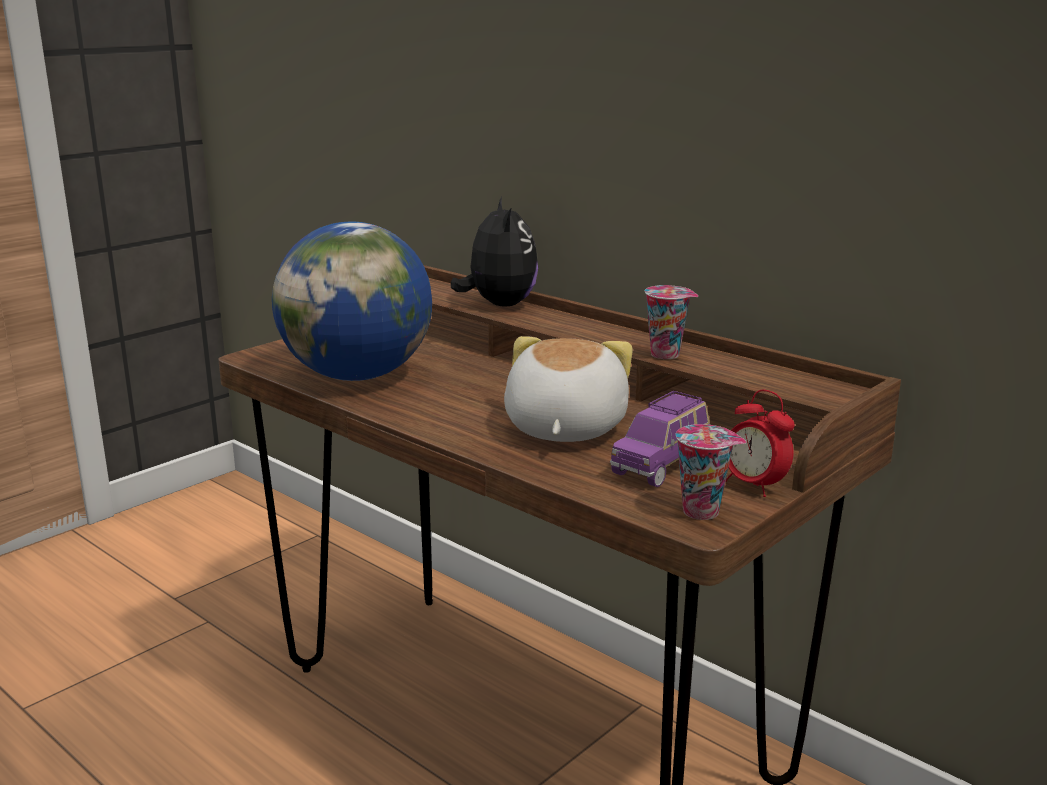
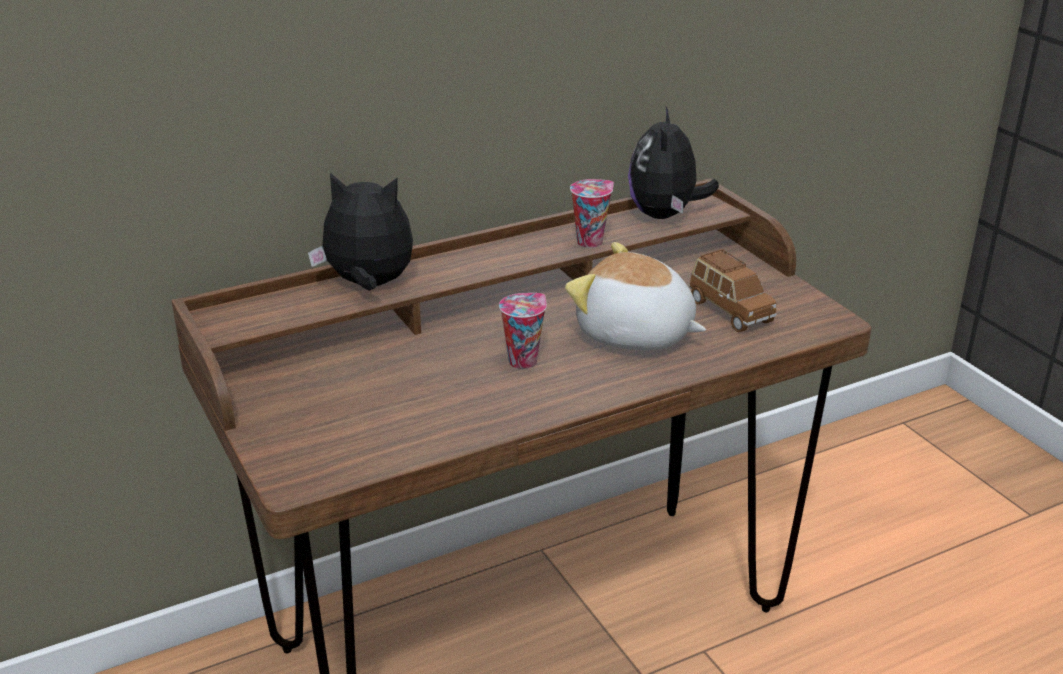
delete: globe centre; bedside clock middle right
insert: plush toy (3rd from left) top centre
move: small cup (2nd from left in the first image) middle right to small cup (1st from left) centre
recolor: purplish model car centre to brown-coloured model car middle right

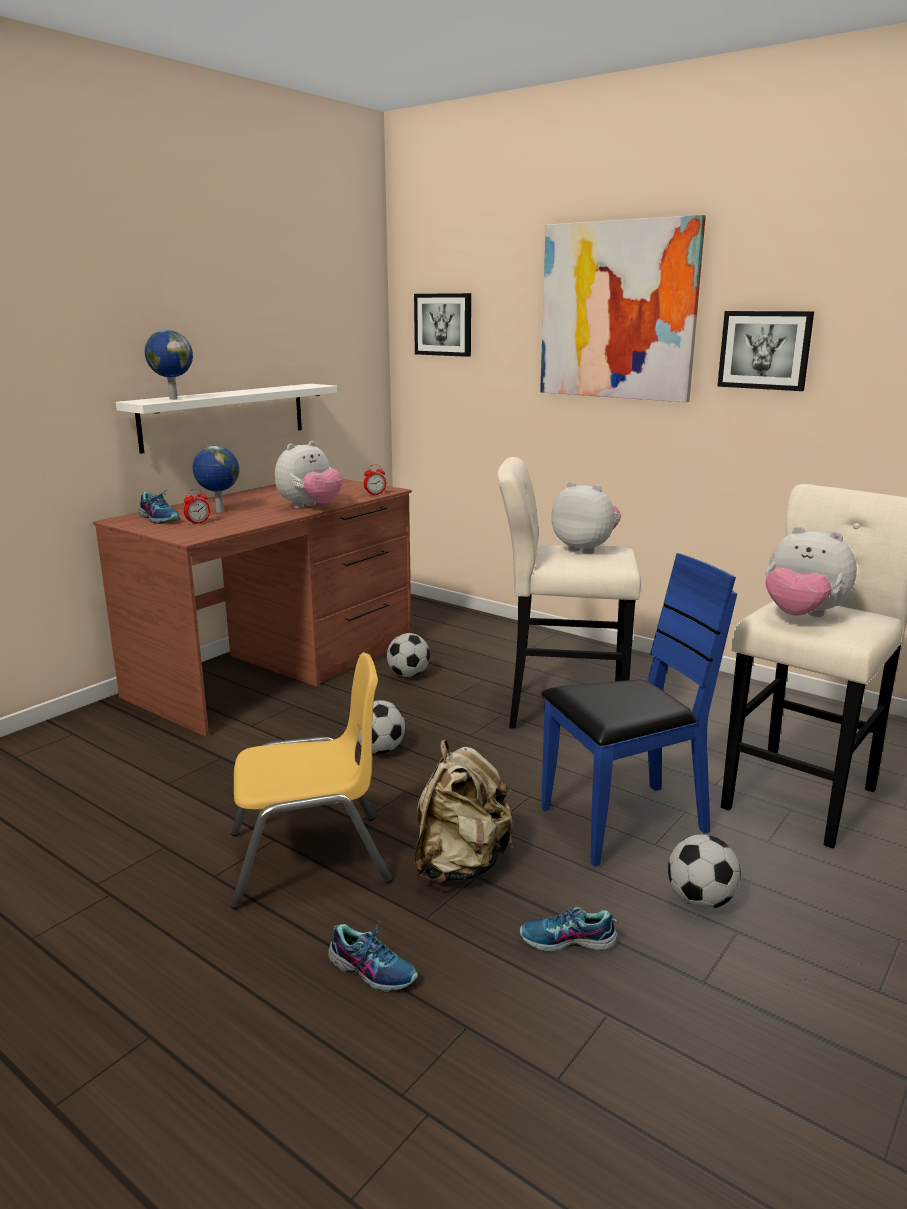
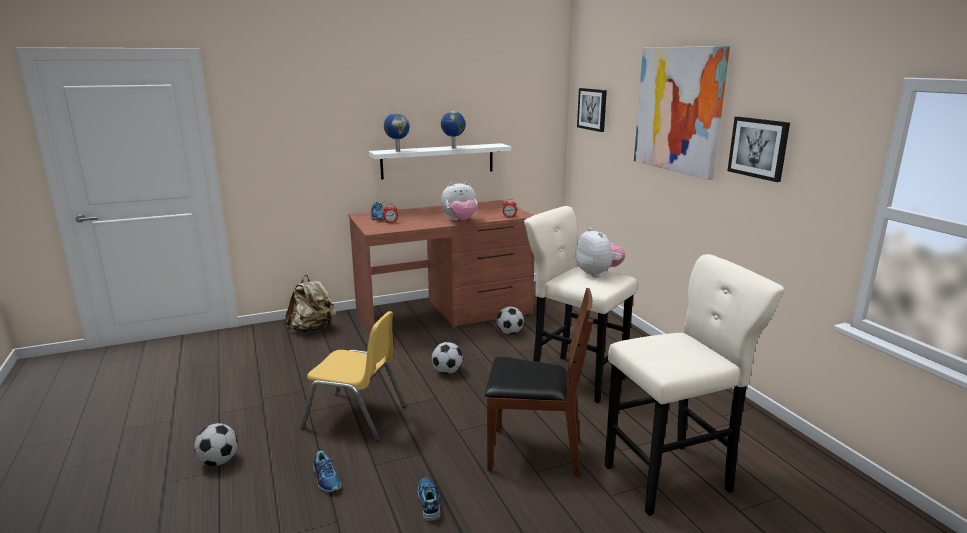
delete: plush toy (3rd from left) middle right
move: globe (2nd from left) middle left to top centre; beige rucksack bottom centre to middle left; ball for football (3rd from left in the first image) bottom right to ball for football (1st from left) bottom left
recolor: bluish upright chair middle right to brown-coloured upright chair bottom centre
rotate: low shoe (3rd from left) bottom centre = bottom centre 45 degrees clockwise

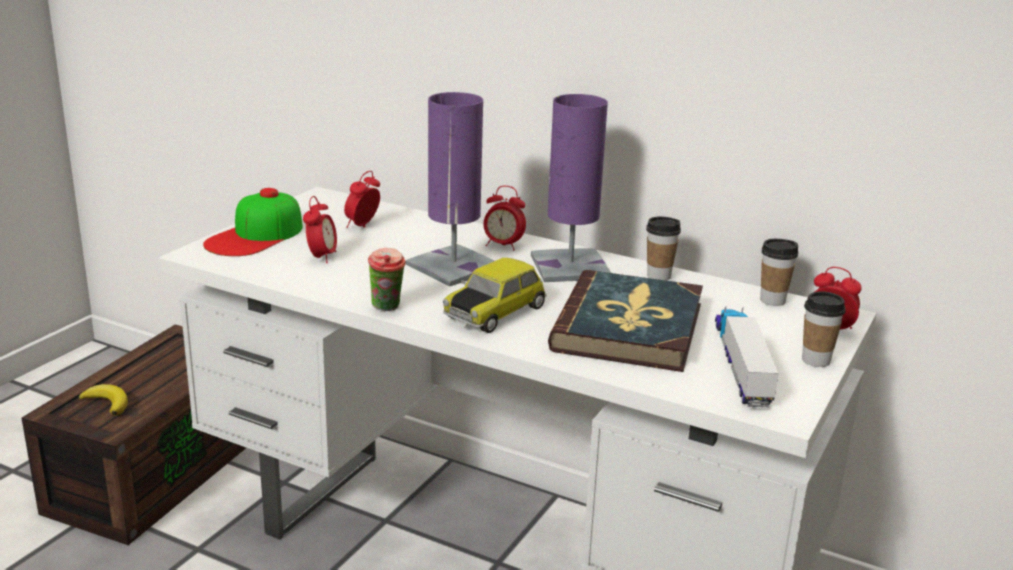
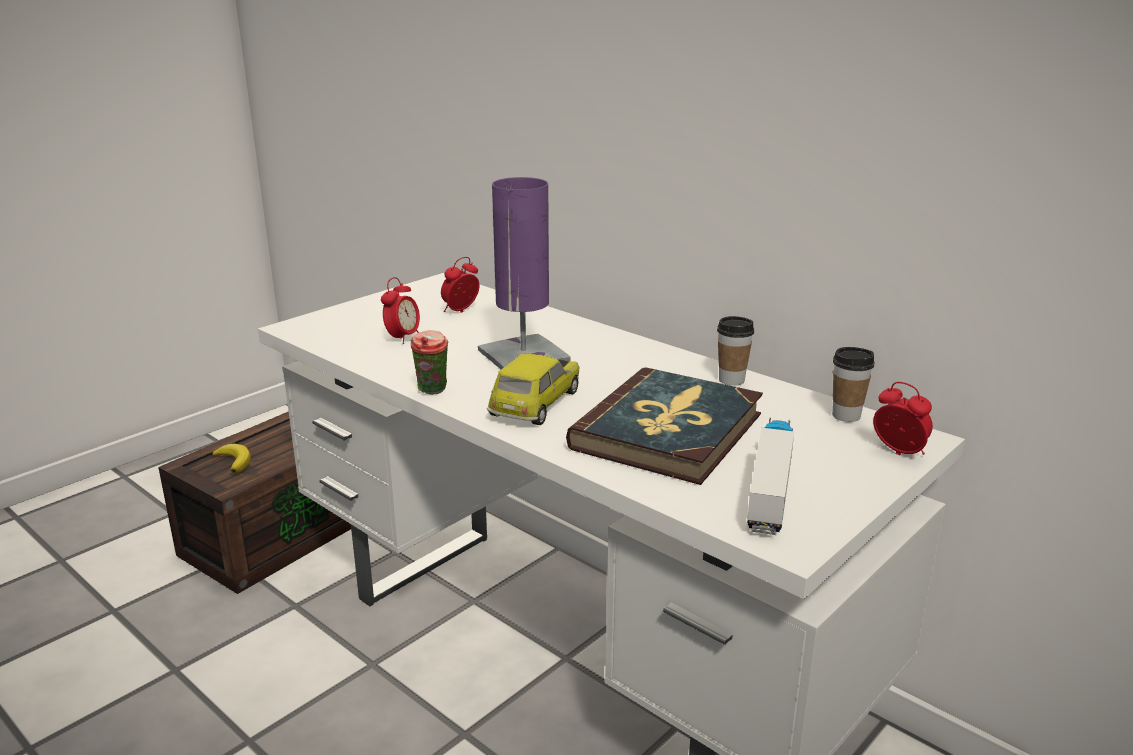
delete: peaked cap middle left; bedside clock (3rd from left) centre; purplish table lamp (2nd from left) top centre; small cup (4th from left) middle right
rotate: model car centre = centre 150 degrees clockwise

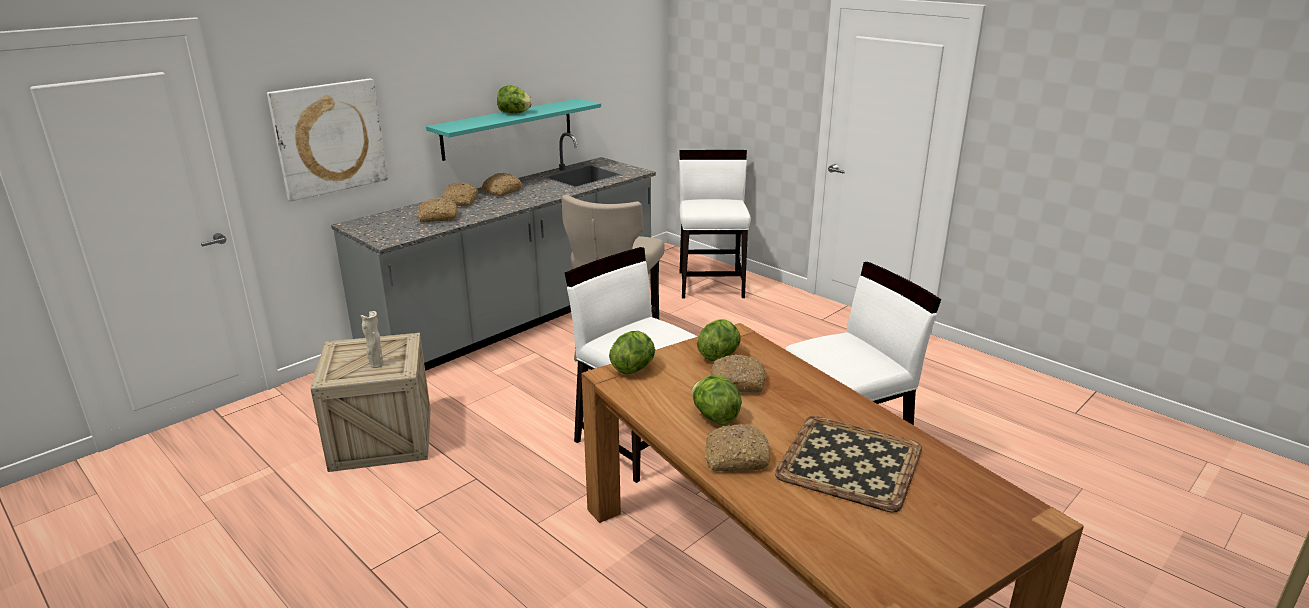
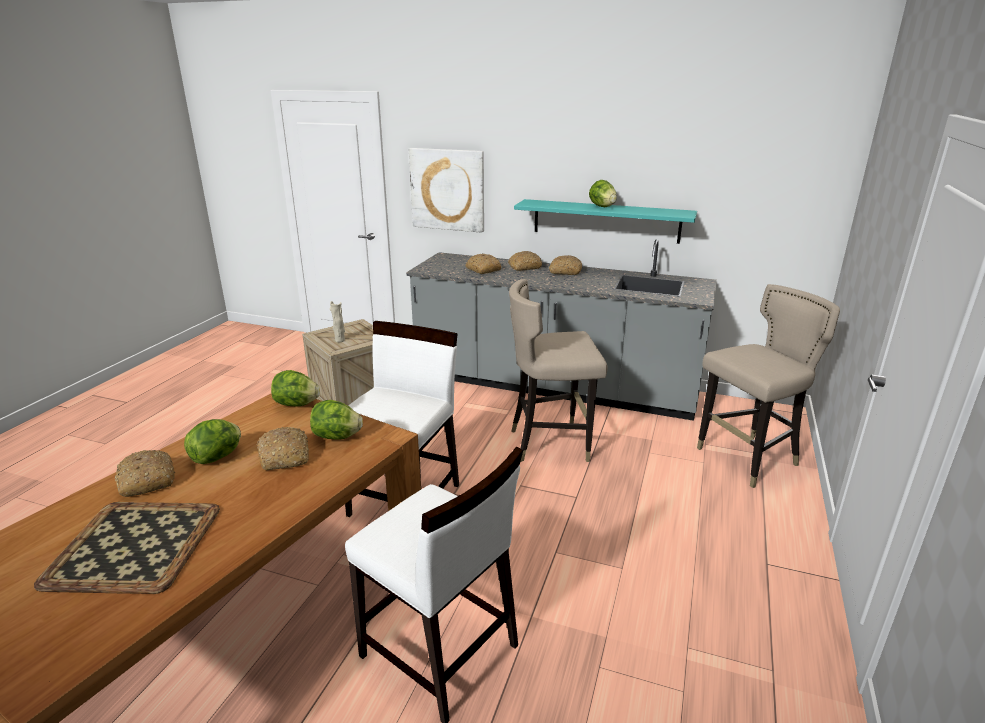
replace: white-coloured upright chair (2nd from left) centre to beige stool (2nd from left) middle right

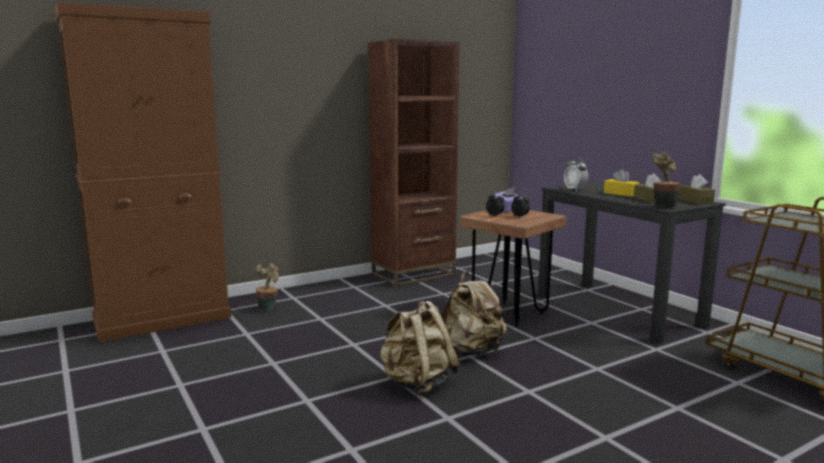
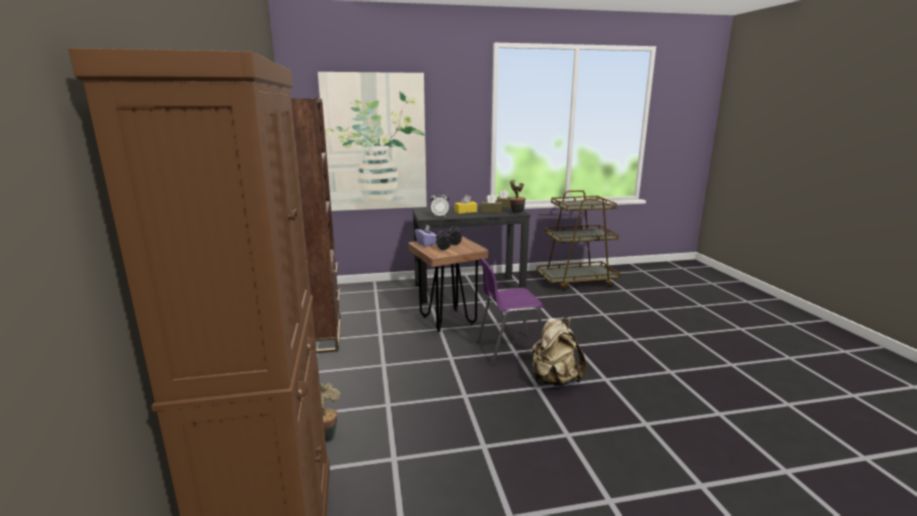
insert: wall art top centre
replace: beige rucksack (2nd from left) bottom centre to purplish upright chair centre

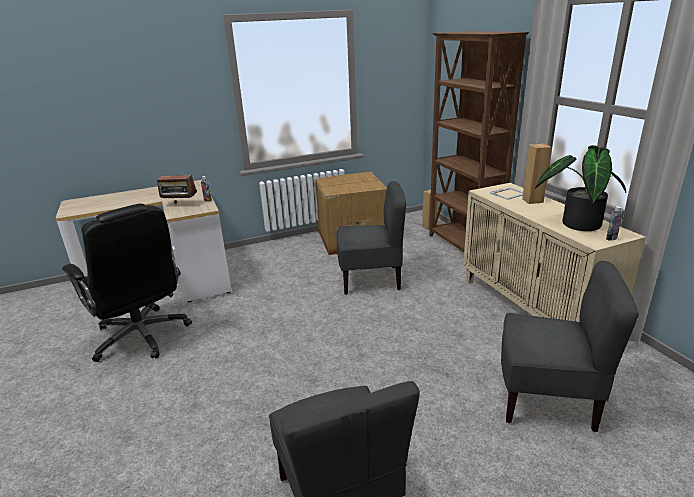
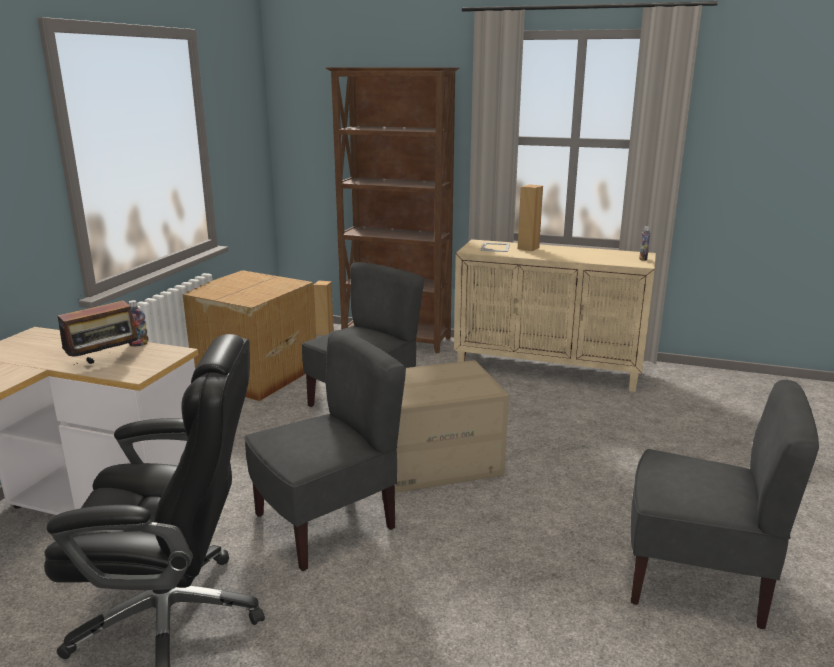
delete: houseplant middle right
insert: packing box (2nd from left) centre
move: gray upright chair (3rd from left in the first image) bottom right to gray upright chair (1st from left) bottom centre

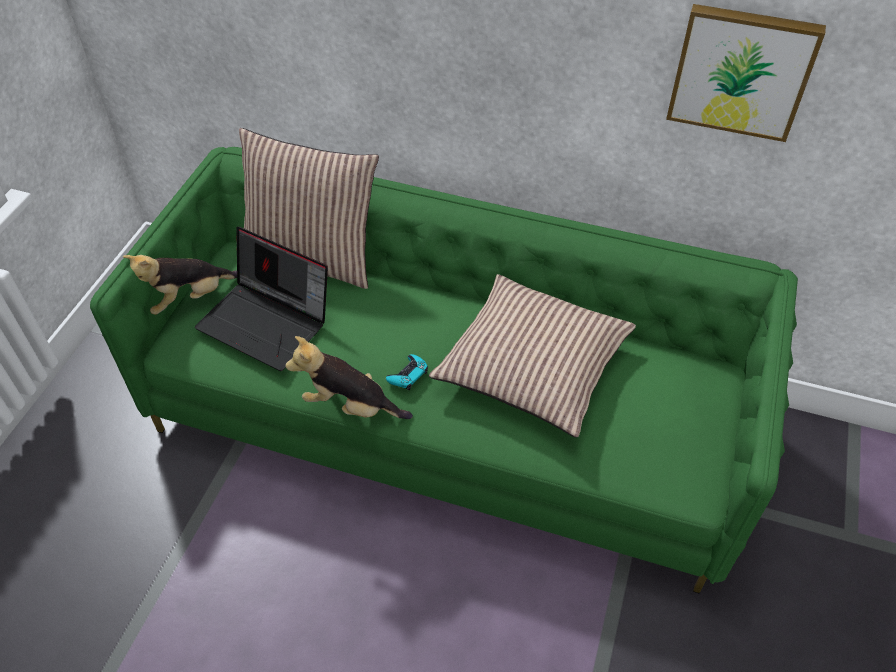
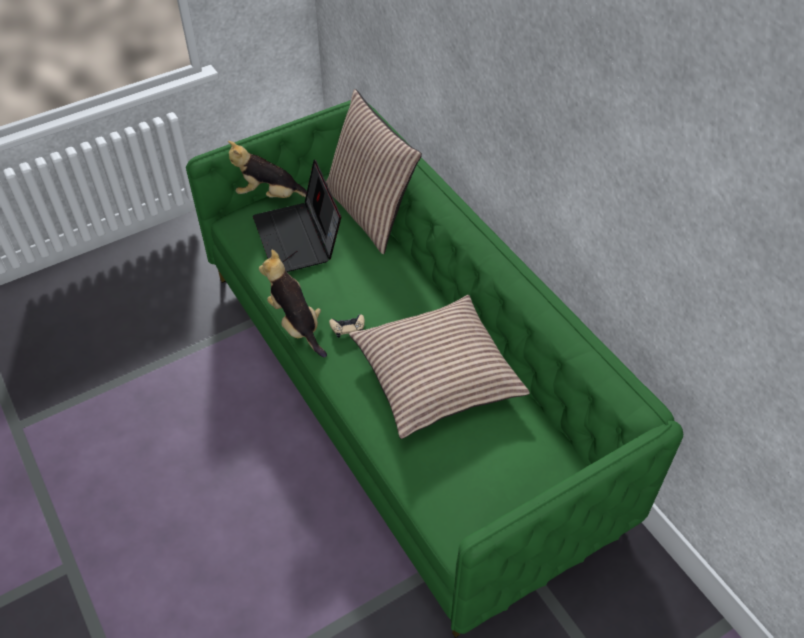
delete: wall art top right
recolor: blue-green gamepad centre to beige gamepad centre

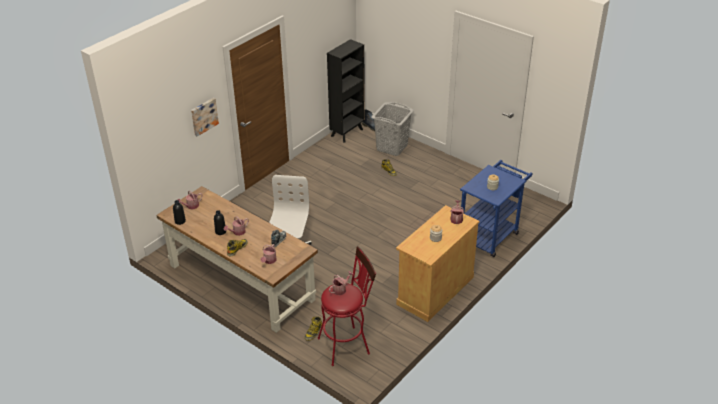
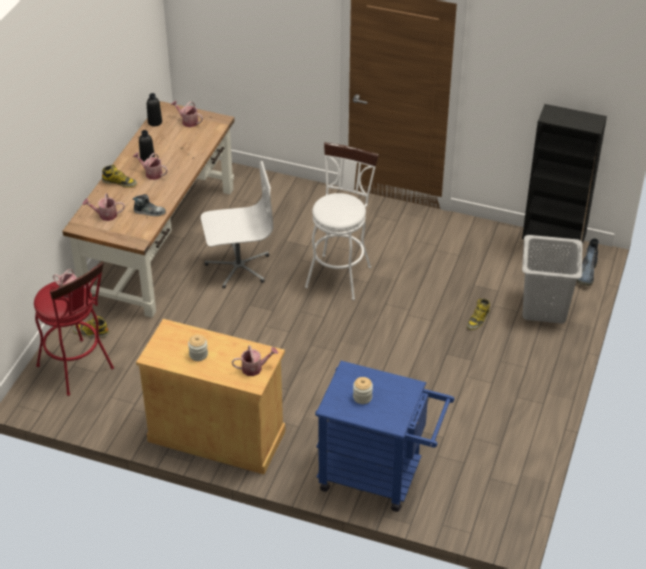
delete: wall art top left
insert: white-coloured stool centre

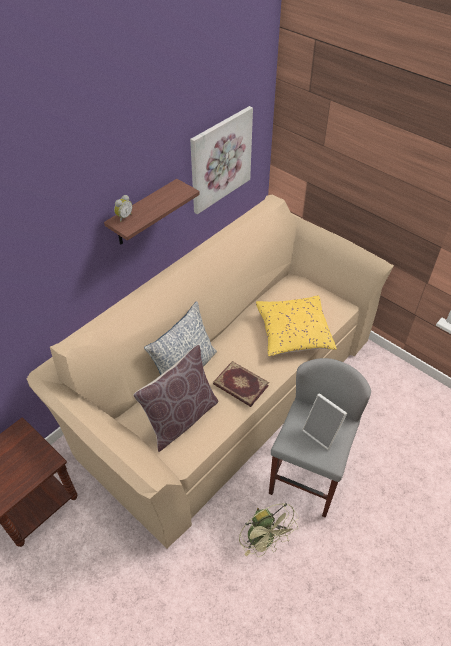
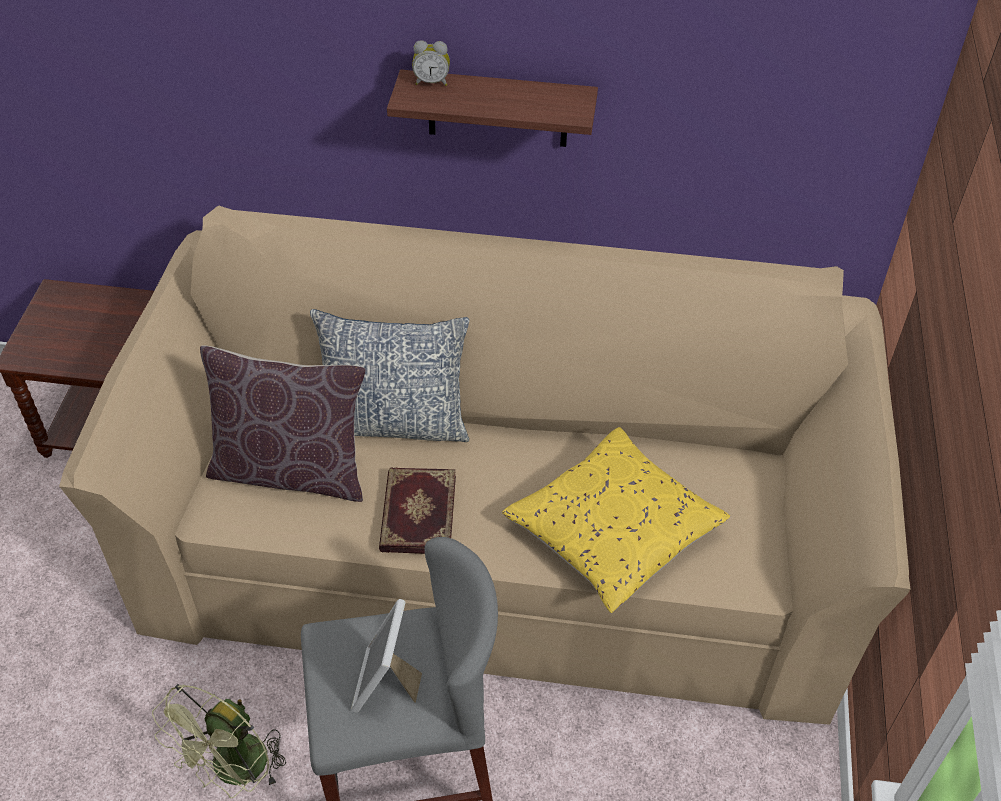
delete: wall art top centre

